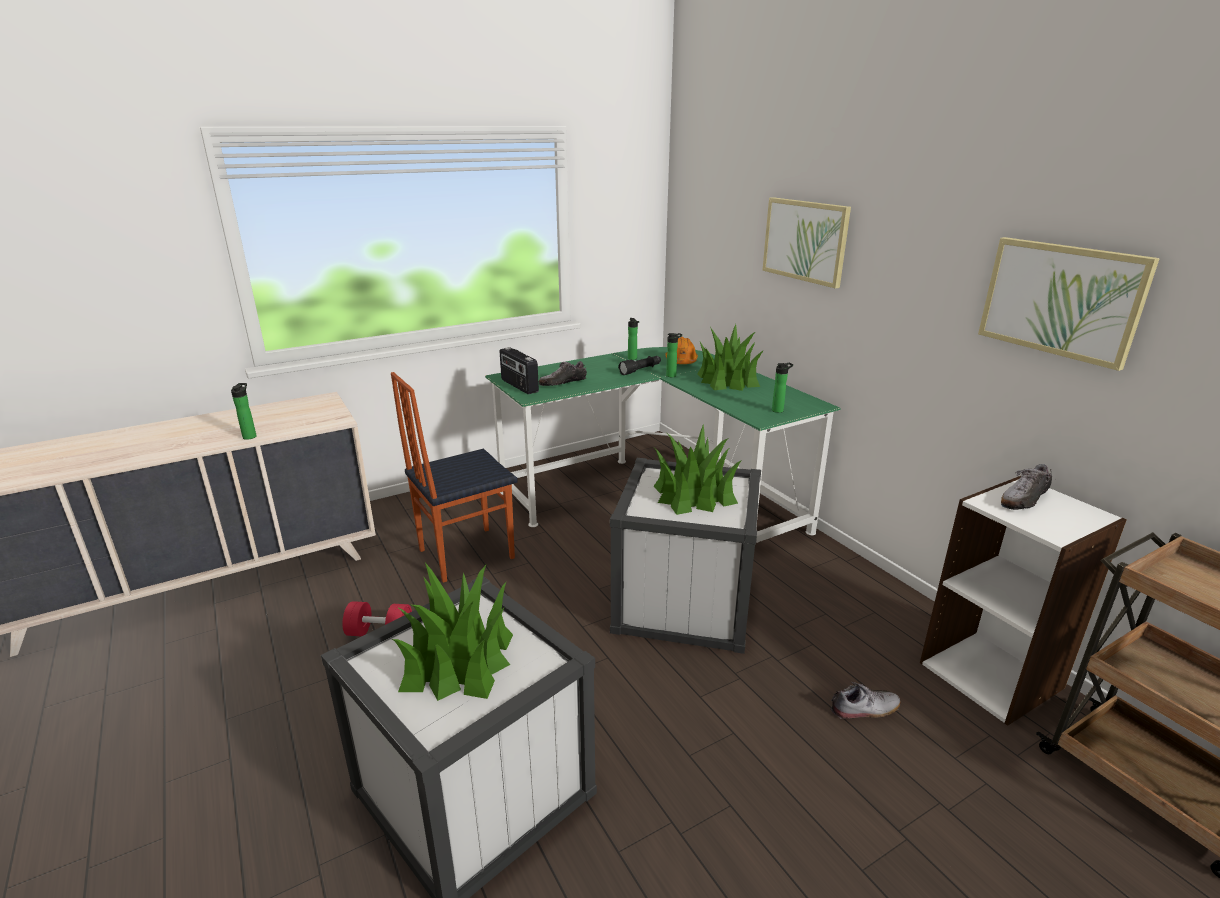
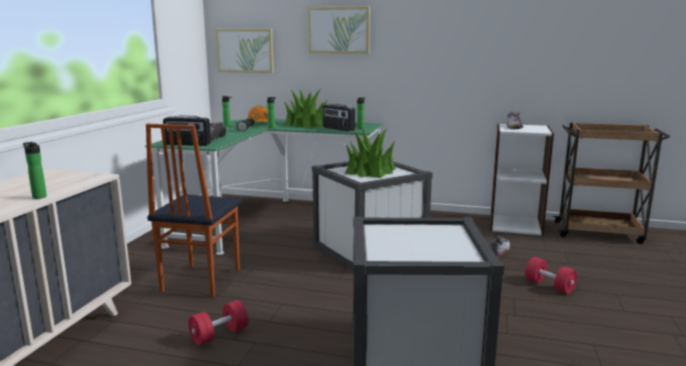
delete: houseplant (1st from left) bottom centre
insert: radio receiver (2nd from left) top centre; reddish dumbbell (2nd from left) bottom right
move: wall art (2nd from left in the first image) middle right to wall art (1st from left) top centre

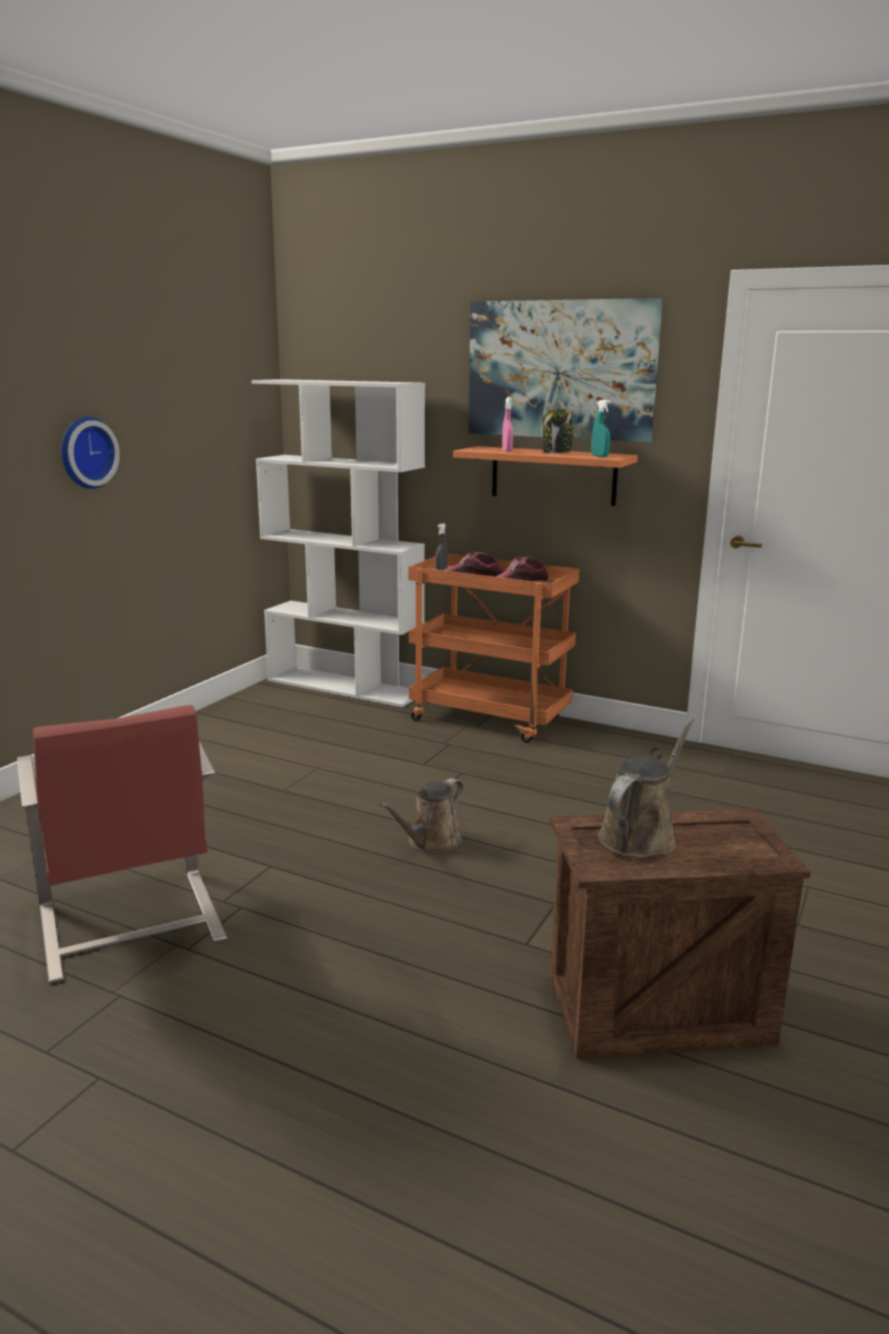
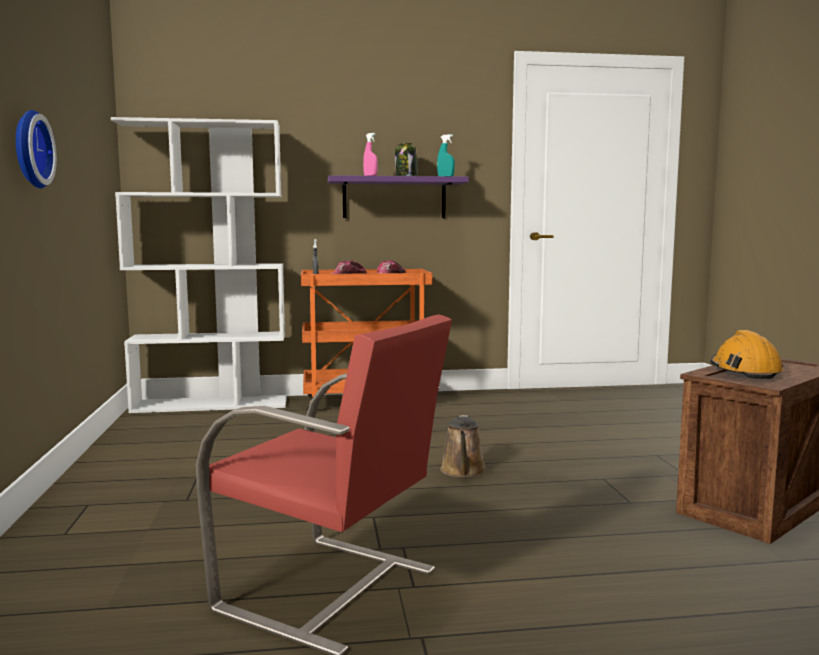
delete: wall art top centre
replace: brown-coloured sprinkling can (2nd from left) middle right to orange hard hat middle right
recolor: orange shelf centre to purplish shelf top centre

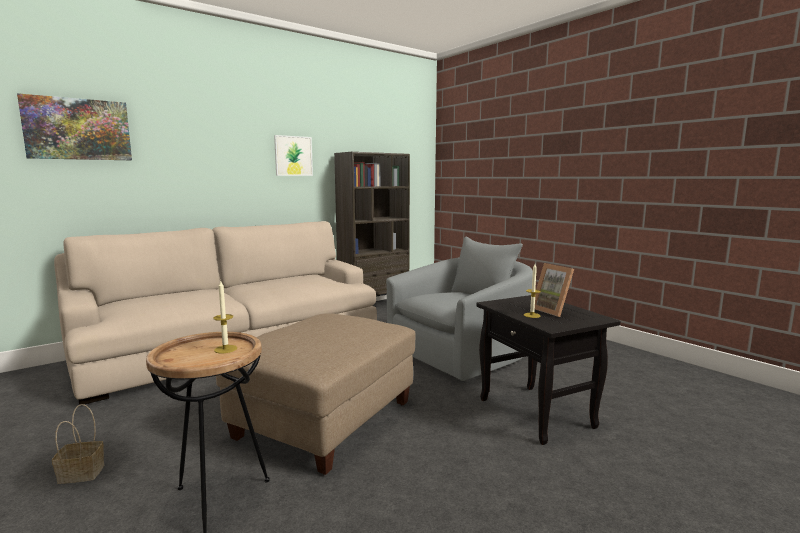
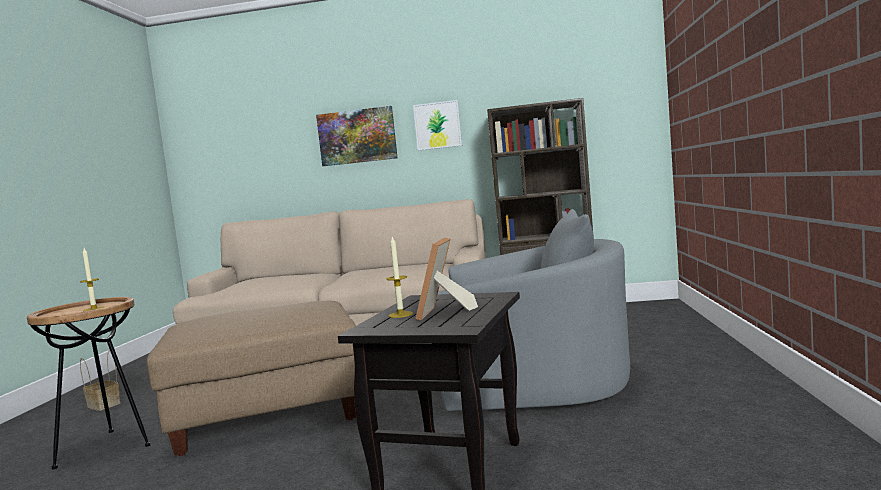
move: wall art (1st from left) top left to top centre

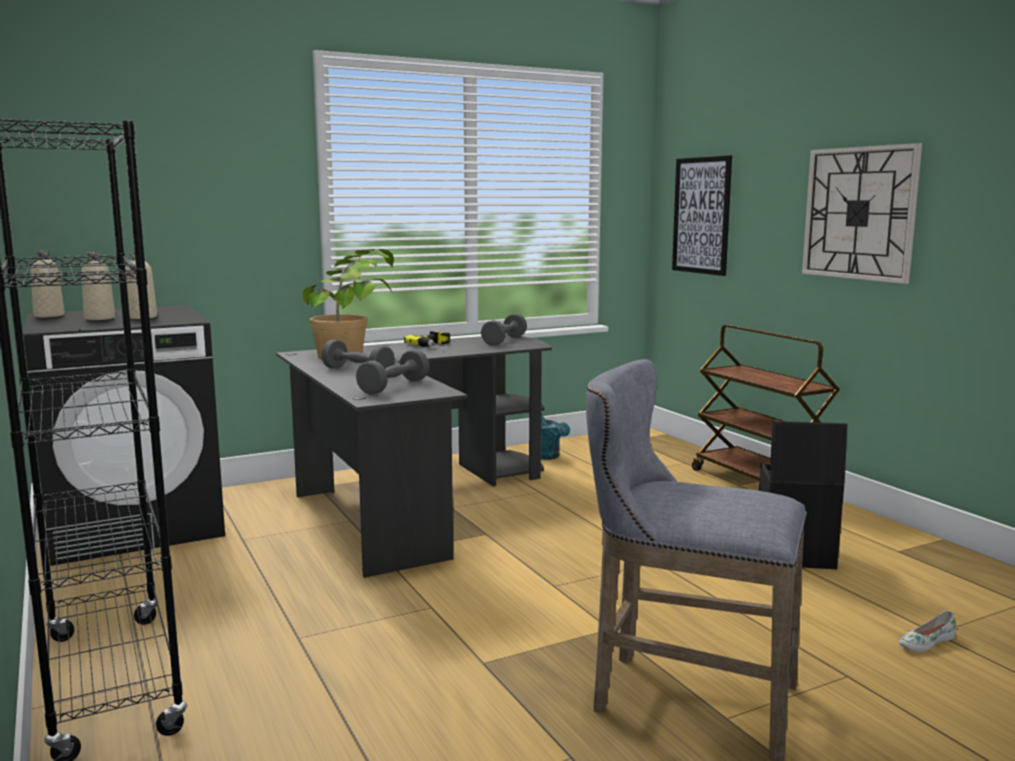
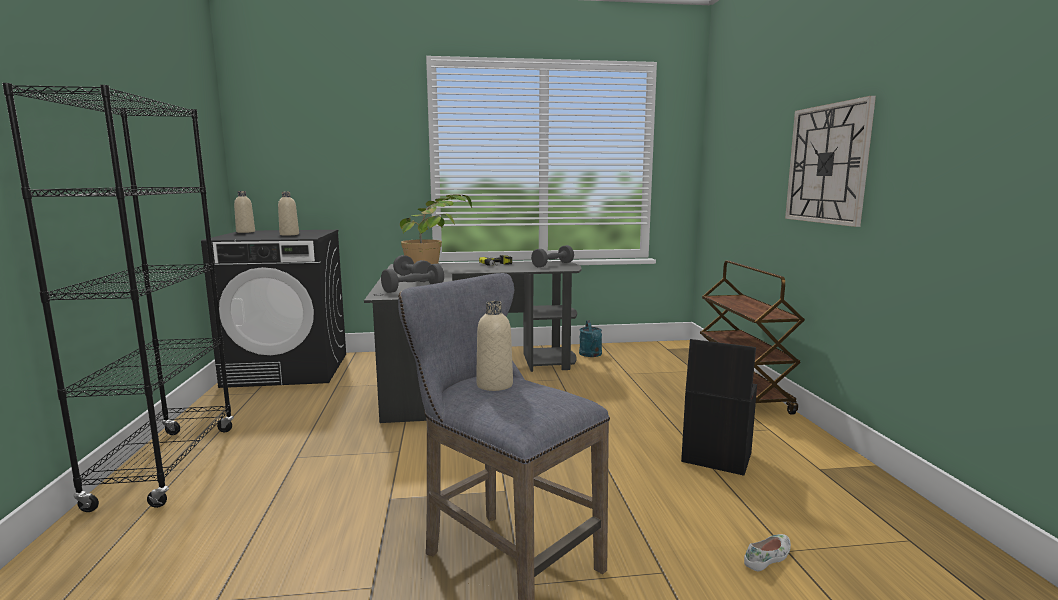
delete: wall art top right
move: beige drink bottle (2nd from left in the first image) middle left to beige drink bottle (3rd from left) centre
rotate: white-coloured low shoe bottom right = bottom right 150 degrees clockwise

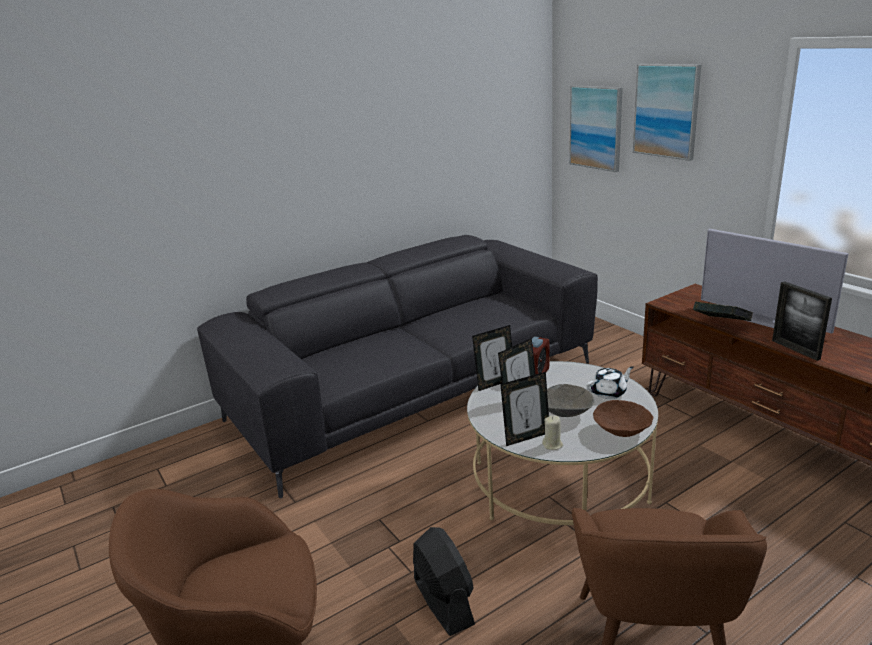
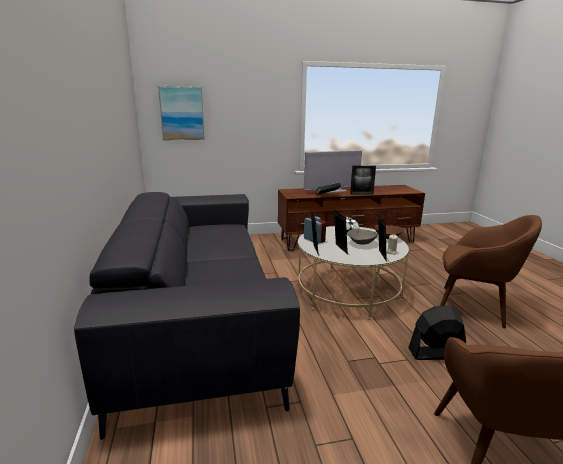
delete: wall art (2nd from left) top right

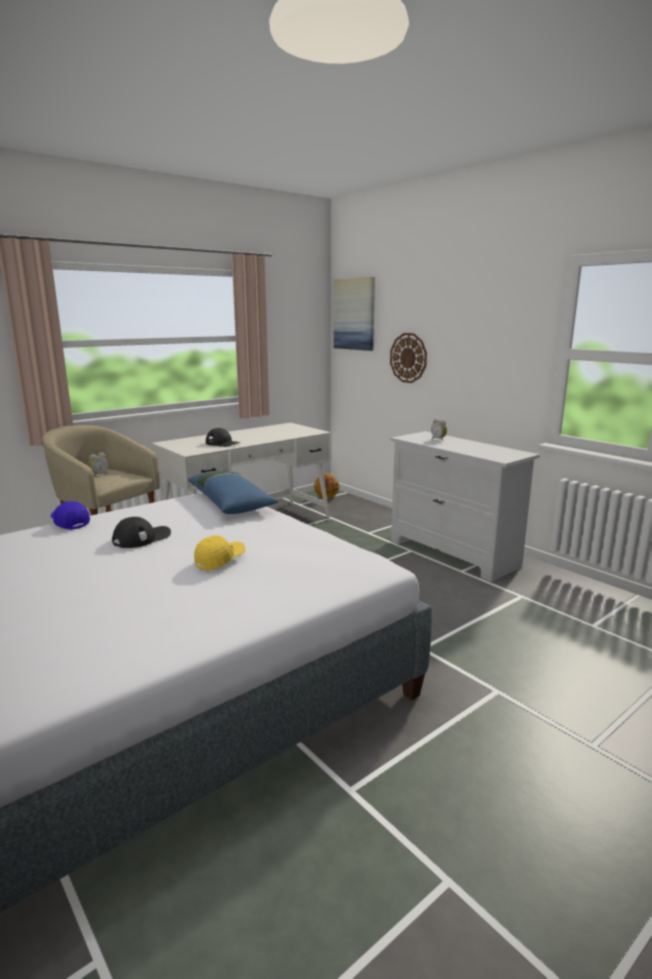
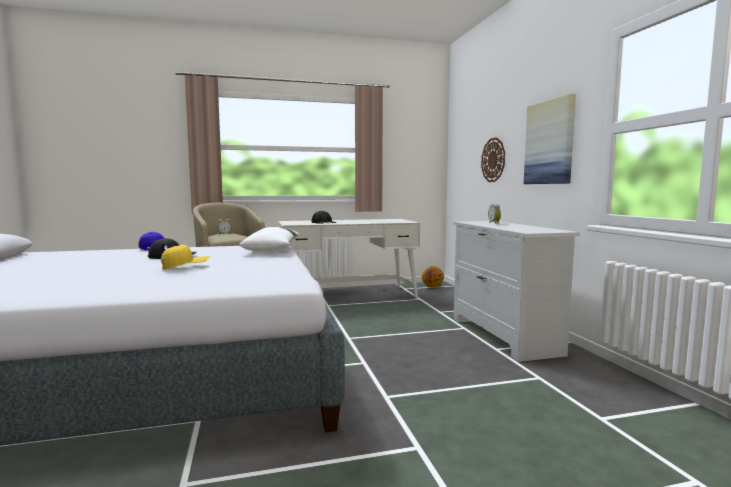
move: wall art top centre to top right
recolor: bluish pillow centre to white-coloured pillow centre

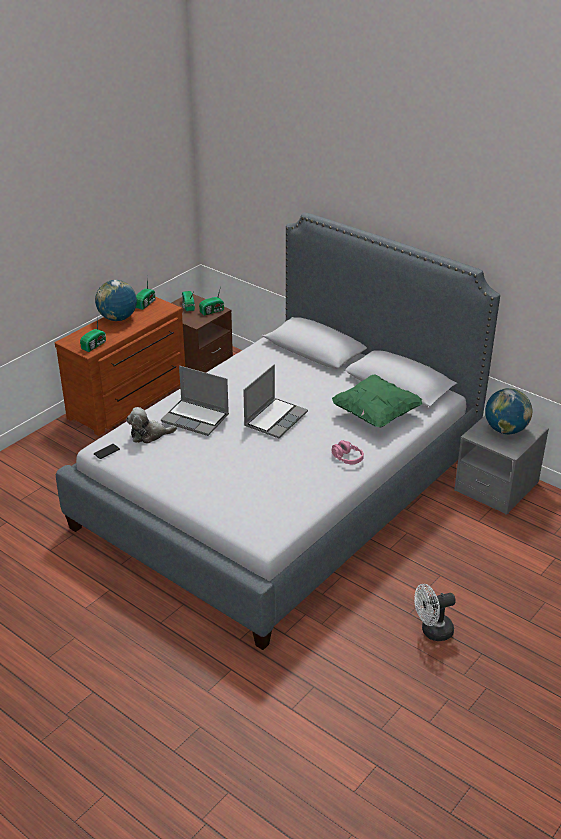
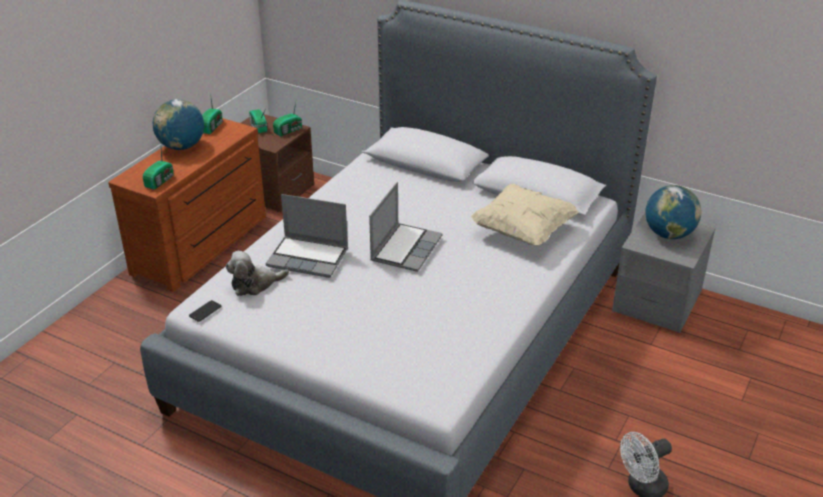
delete: pink-coloured headphones centre
recolor: green pillow middle right to beige pillow centre

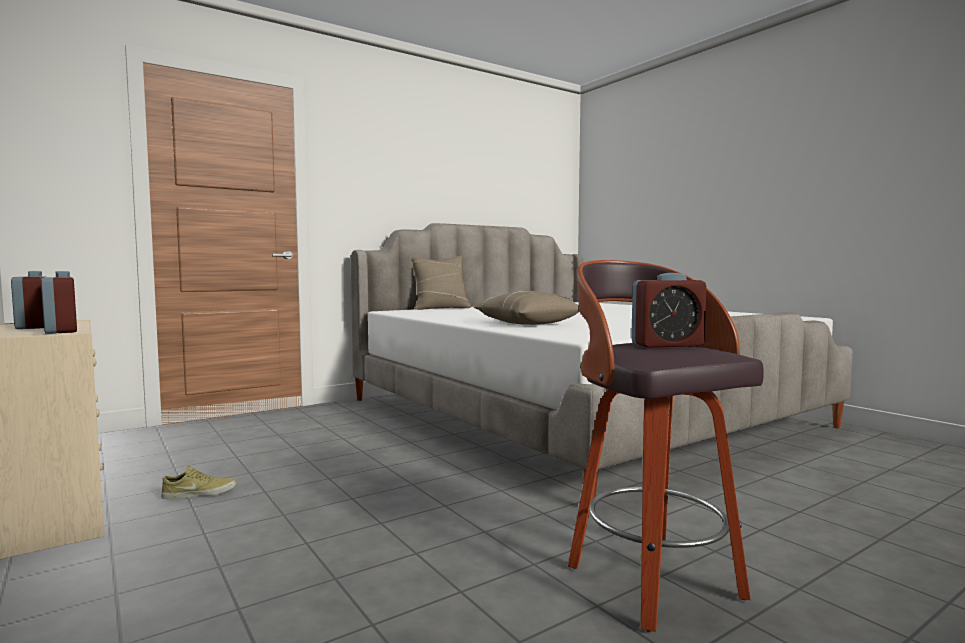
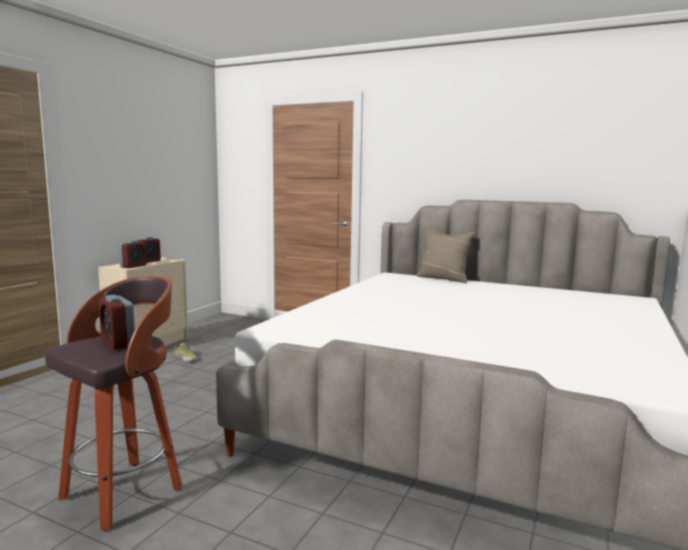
delete: beige pillow (2nd from left) centre

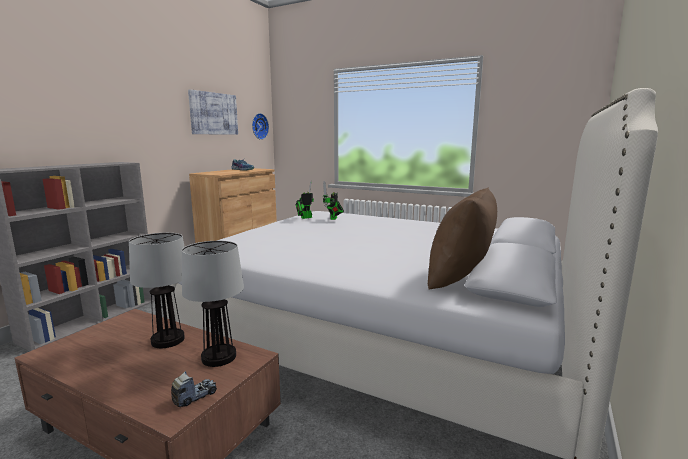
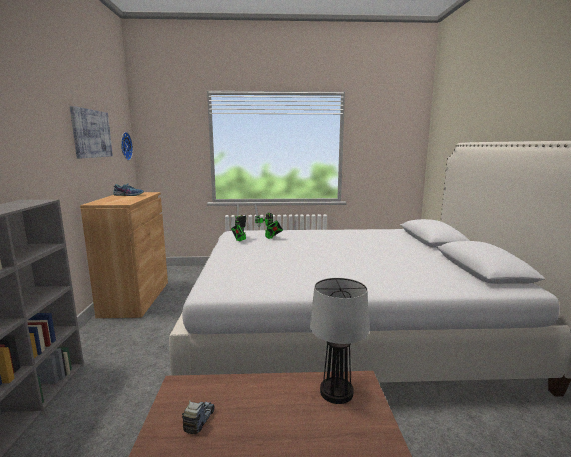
delete: table lamp (1st from left) middle left; brown-coloured pillow middle right
move: model truck bottom left to bottom centre

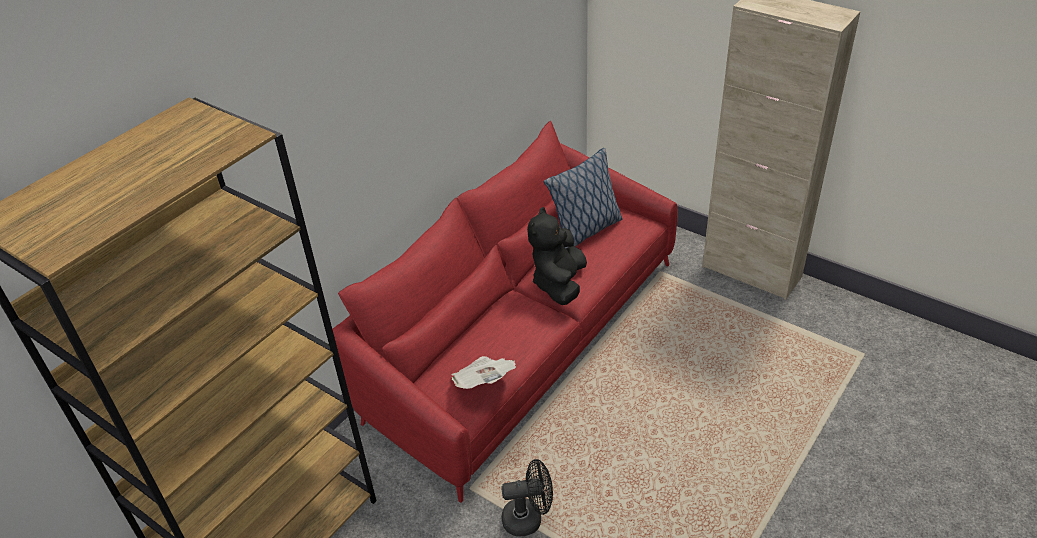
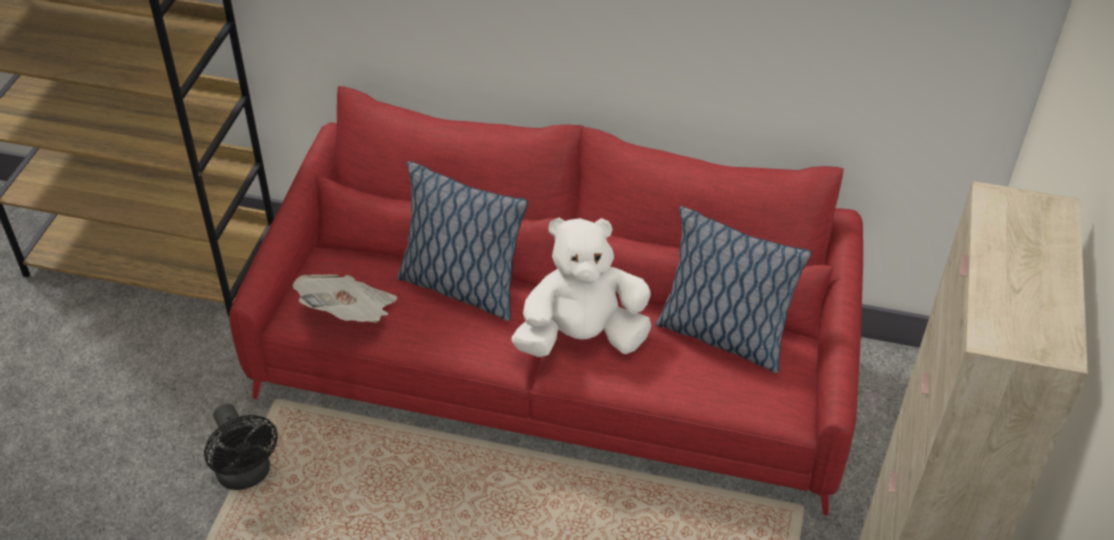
insert: pillow (1st from left) centre
recolor: blackish plush toy centre to white-coloured plush toy centre

